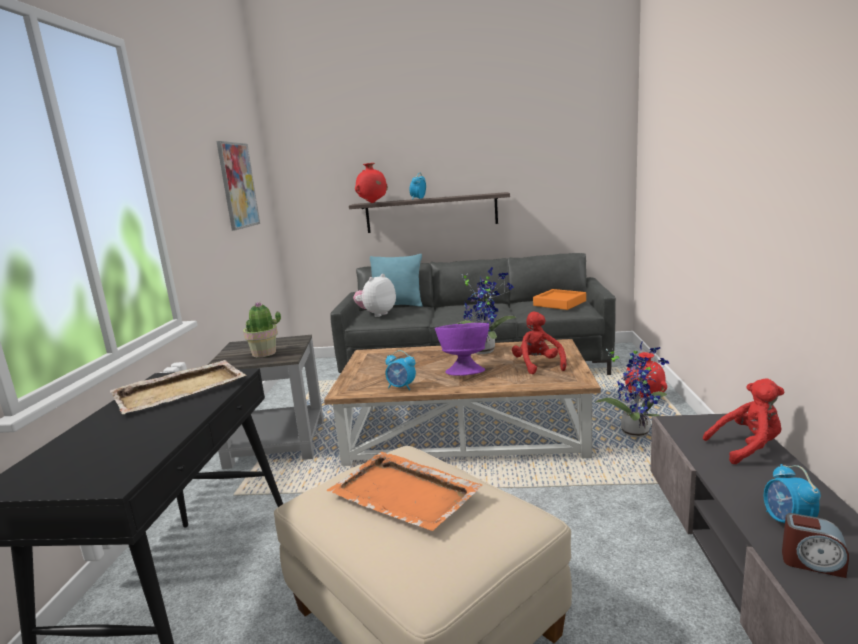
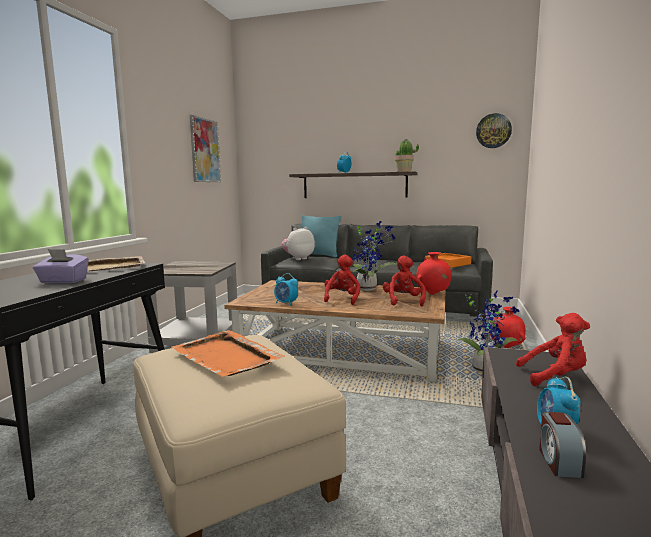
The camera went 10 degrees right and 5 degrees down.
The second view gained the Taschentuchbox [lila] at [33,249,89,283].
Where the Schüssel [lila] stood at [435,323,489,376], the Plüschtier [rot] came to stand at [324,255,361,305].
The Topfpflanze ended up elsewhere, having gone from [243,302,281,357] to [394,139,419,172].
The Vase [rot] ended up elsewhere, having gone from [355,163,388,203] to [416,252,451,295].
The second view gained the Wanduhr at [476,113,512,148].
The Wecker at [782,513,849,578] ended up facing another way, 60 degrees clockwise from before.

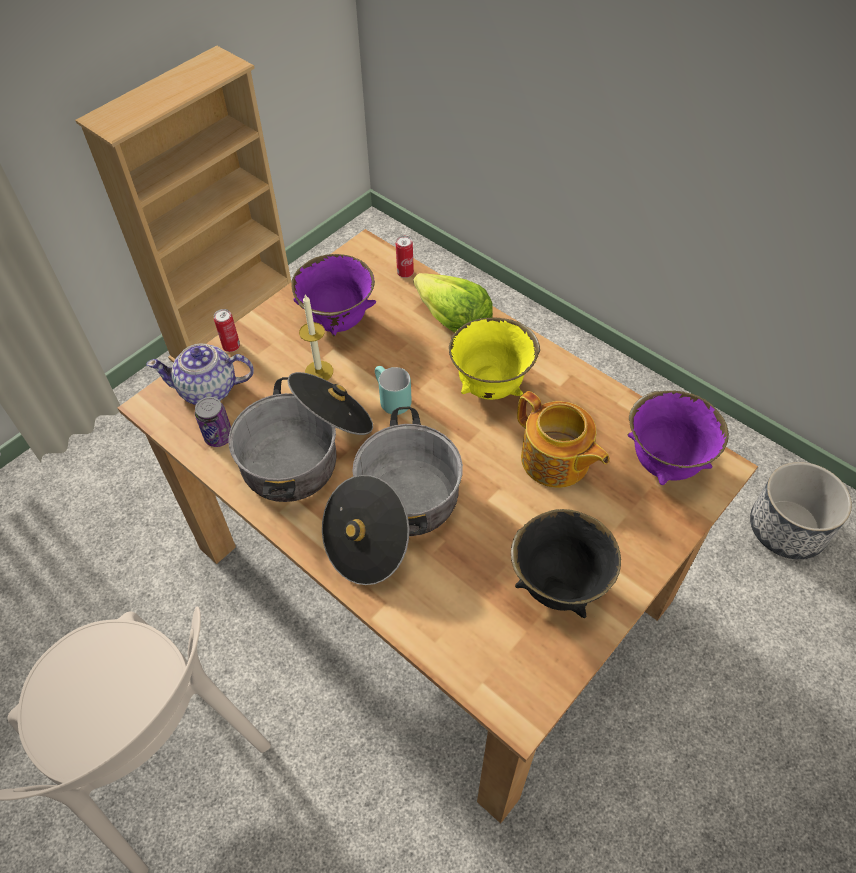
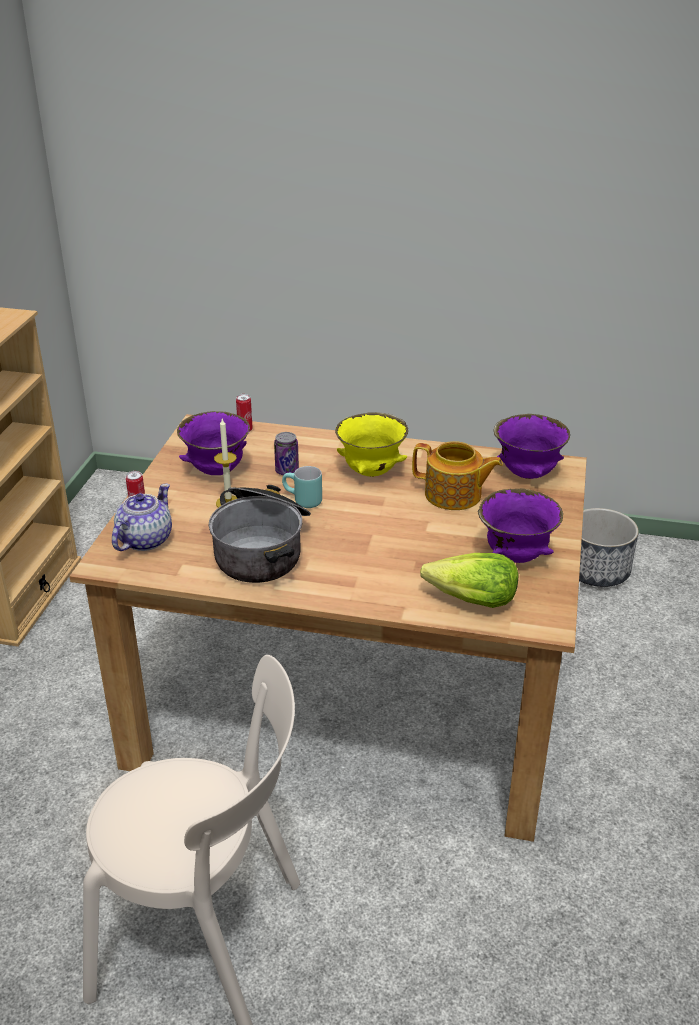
The camera went 30 degrees left and 20 degrees down.
The Teekanne at [146,343,254,405] ended up facing another way, 150 degrees clockwise from before.
The Dose ended up elsewhere, having gone from [195,397,231,447] to [274,432,299,475].
The Salatkopf ended up elsewhere, having gone from [413,273,493,333] to [420,553,518,608].
What was the Schüssel [schwarz] at [511,509,621,618] turned into the Schüssel [lila] at [478,489,563,563].
The second view lost the Kochtopf at [322,407,463,585].

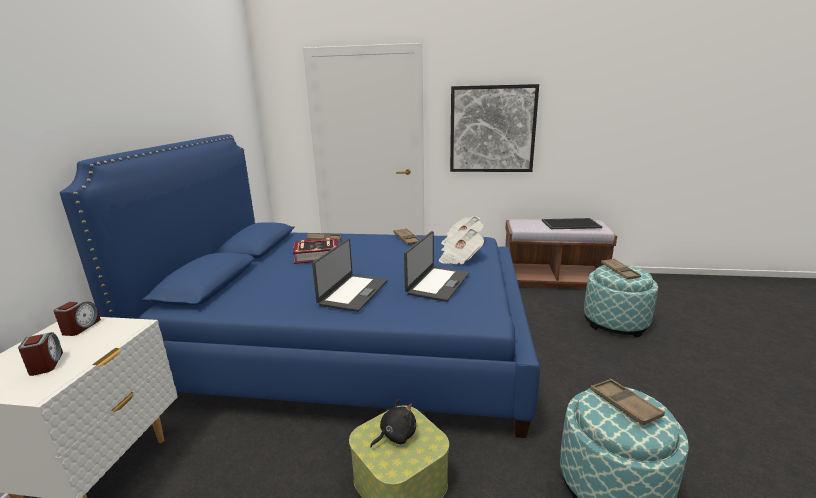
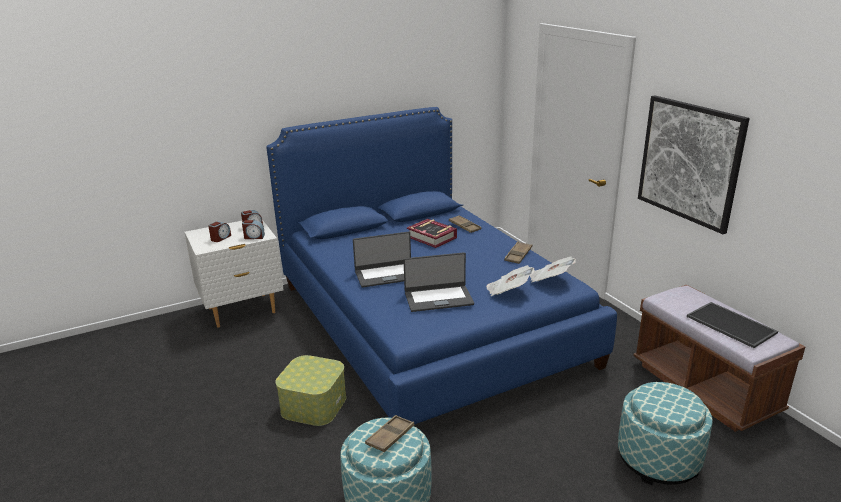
The camera went 55 degrees right and 5 degrees up.
The second view gained the Wecker at [242,220,265,239].
The second view lost the Plüschtier [schwarz] at [370,399,416,448].
The second view lost the Tablett [braun] at [601,259,641,279].

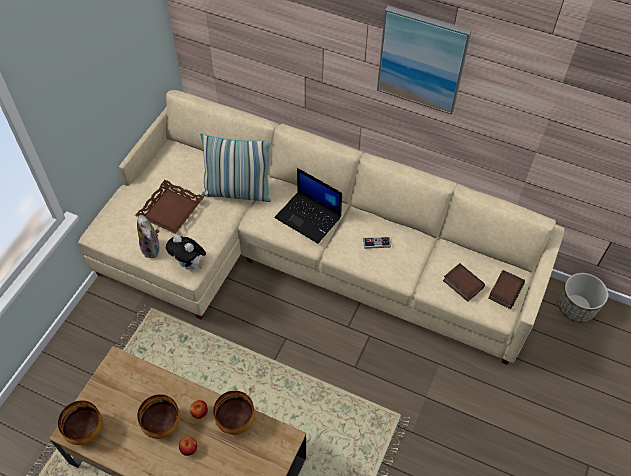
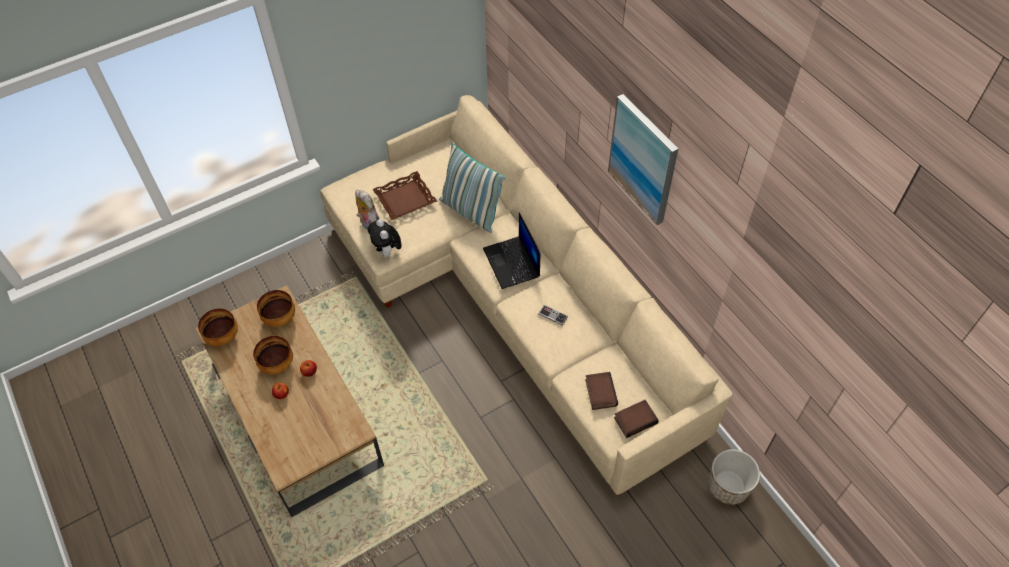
The camera went 35 degrees right and 0 degrees up.
The Schüssel ended up elsewhere, having gone from [213,391,255,435] to [257,290,295,327].
The Plüschtier at [137,215,160,258] ended up facing another way, 135 degrees clockwise from before.

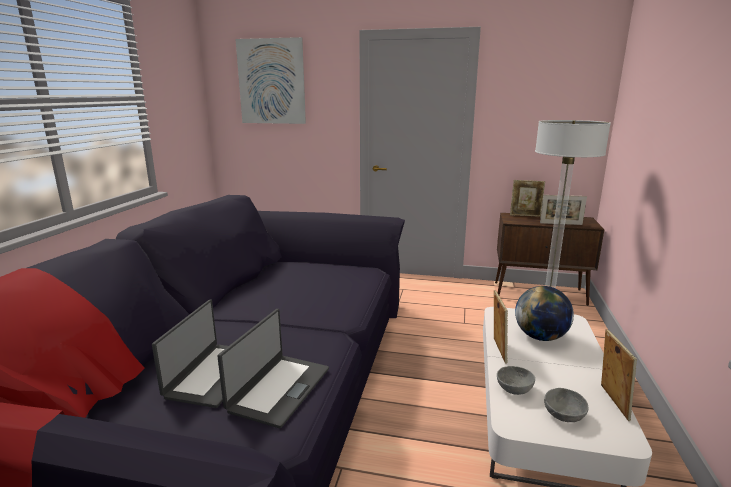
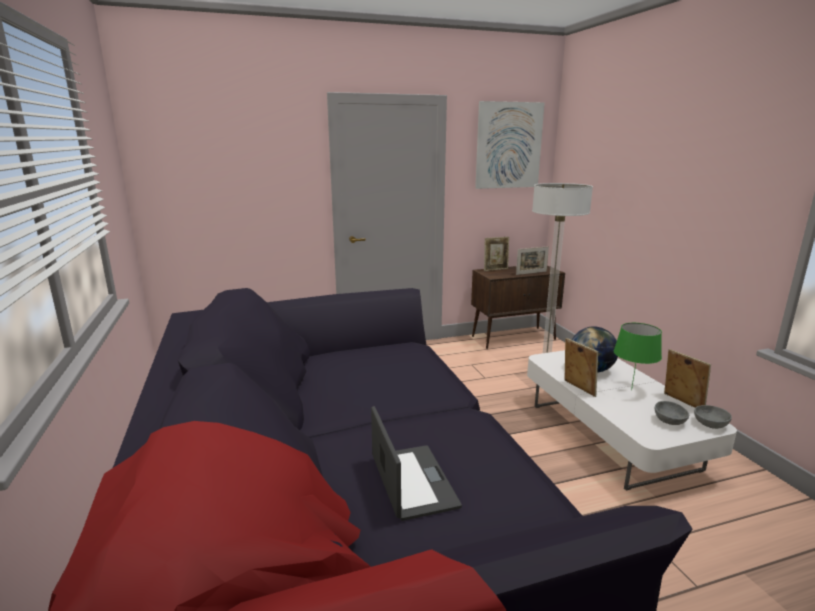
The camera went 30 degrees left and 0 degrees up.
The Bild ended up elsewhere, having gone from [235,37,306,124] to [475,101,545,189].
The second view gained the Tischlampe [grün] at [614,323,662,390].
The Schüssel [grau] ended up elsewhere, having gone from [497,366,535,395] to [694,405,732,429].
The second view lost the Laptop at [217,309,329,429].

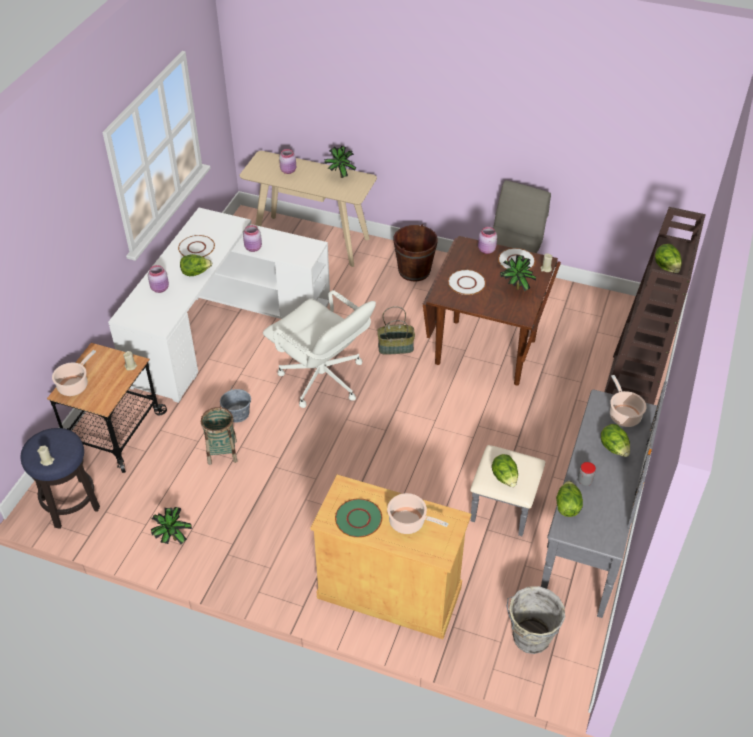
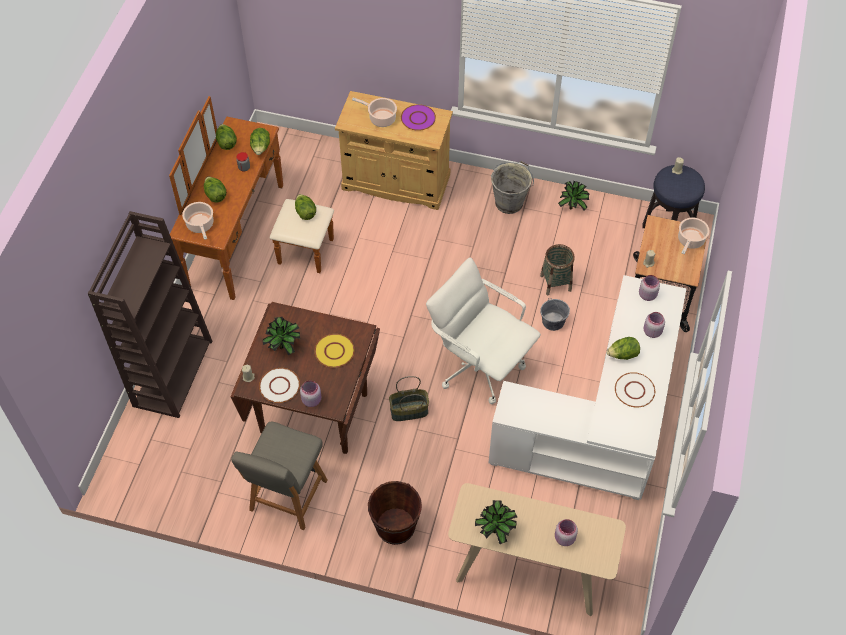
The camera went 175 degrees right and 10 degrees up.
What was the Kommode [grau] at [470,381,667,618] turned into the Kommode [braun] at [169,96,334,300].
The Salatkopf ended up elsewhere, having gone from [655,244,682,273] to [216,124,237,150].
What was the Teller [weiß] at [448,269,486,295] turned into the Teller [gelb] at [315,334,355,368].
What was the Teller [grün] at [335,498,382,538] turned into the Teller [lila] at [401,104,436,131].
The Eimer [grau] ended up elsewhere, having gone from [506,586,565,654] to [491,161,534,214].
The Vorratsglas [rosa] ended up elsewhere, having gone from [243,225,262,252] to [639,275,660,301].

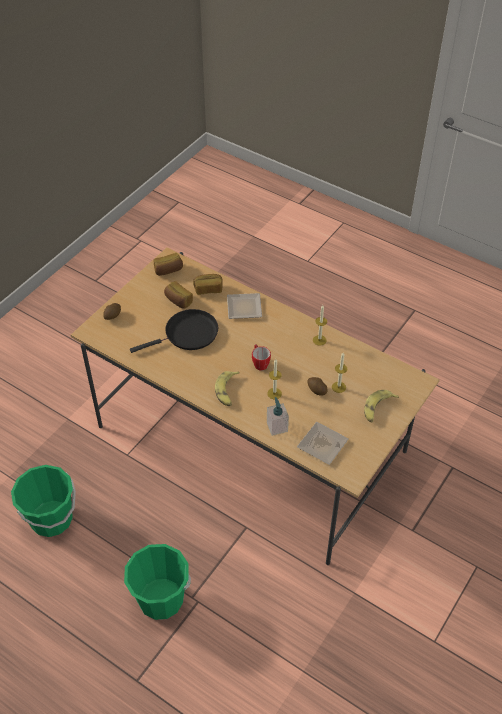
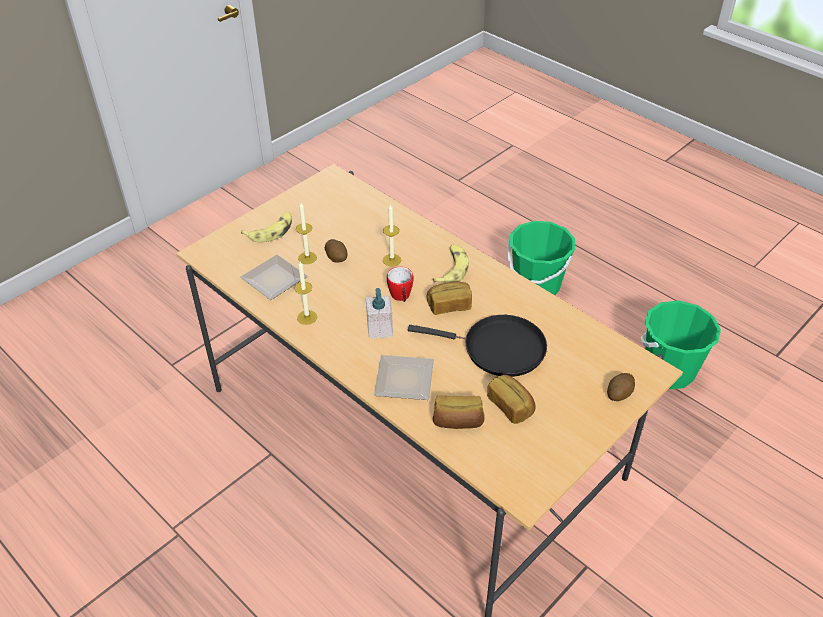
The camera went 170 degrees left and 5 degrees down.
The Teller ended up elsewhere, having gone from [297,422,349,465] to [240,254,308,300].
The Seifenspender ended up elsewhere, having gone from [267,397,289,436] to [366,288,393,339].
The Pfanne [schwarz] at [130,309,218,353] ended up facing another way, 150 degrees counterclockwise from before.
The Brot ended up elsewhere, having gone from [153,253,183,276] to [426,282,472,315].

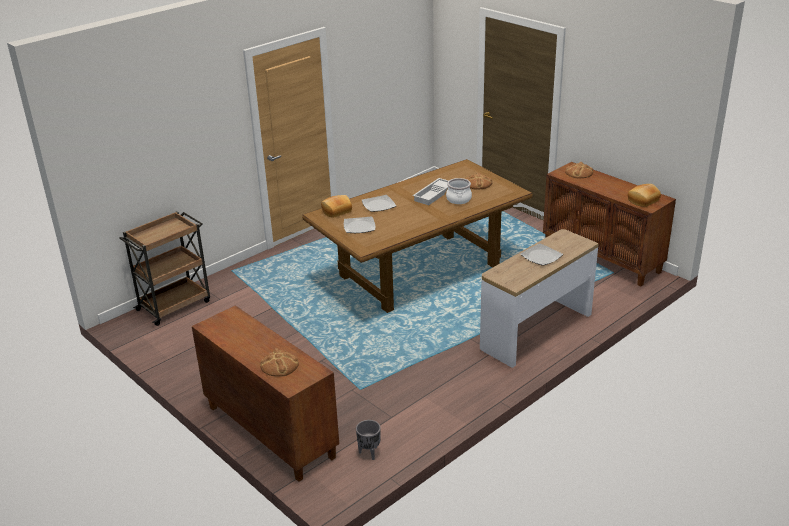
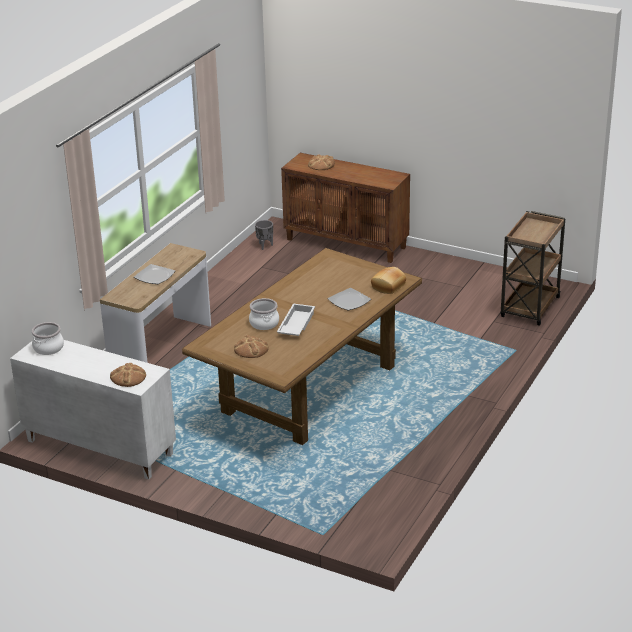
The camera went 160 degrees right and 0 degrees up.
What was the Schrank [braun] at [543,162,676,286] turned into the Schrank [weiß] at [10,340,176,480].
Where the Brot stood at [628,184,661,207], the Kochtopf came to stand at [32,322,64,355].
The second view lost the Teller at [344,216,376,233].

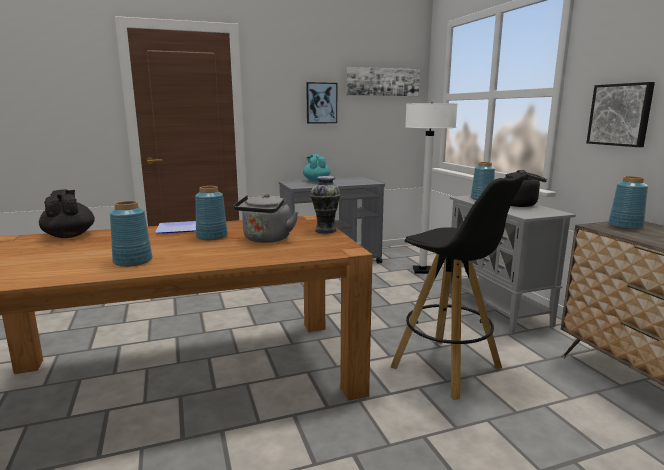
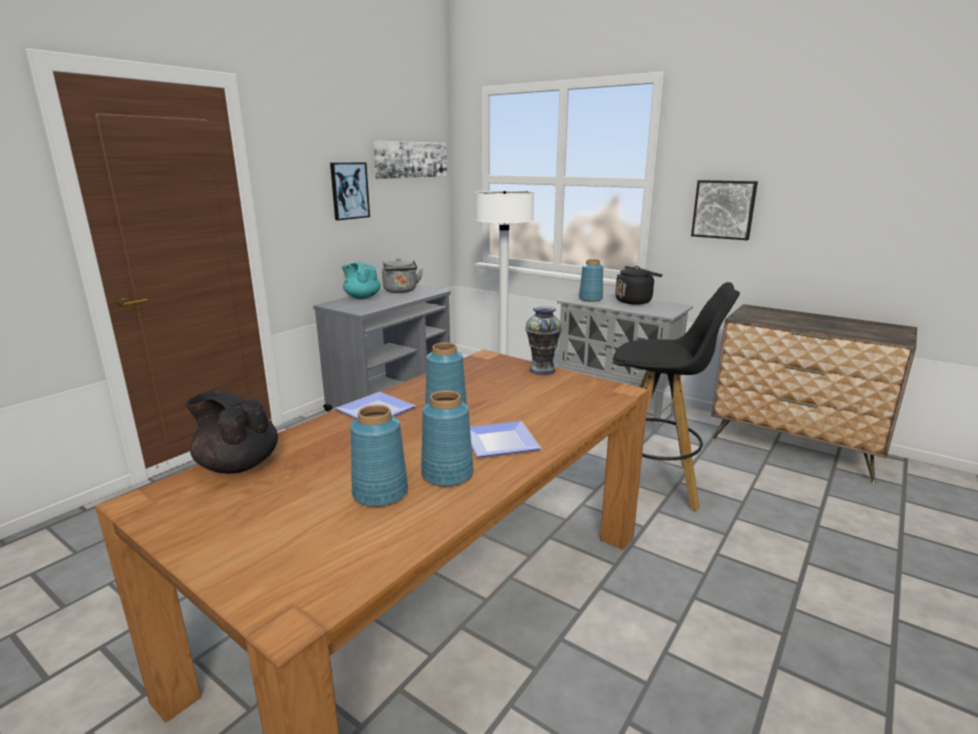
The camera went 35 degrees left and 5 degrees up.
The Vase [blau] ended up elsewhere, having gone from [608,176,648,230] to [350,405,408,507].
The Wasserkessel [grau] ended up elsewhere, having gone from [234,193,298,243] to [382,258,423,293].
The second view gained the Teller at [470,421,541,457].

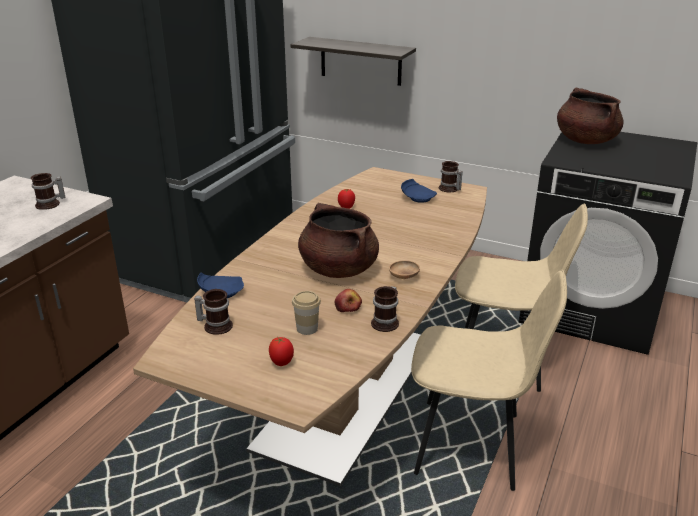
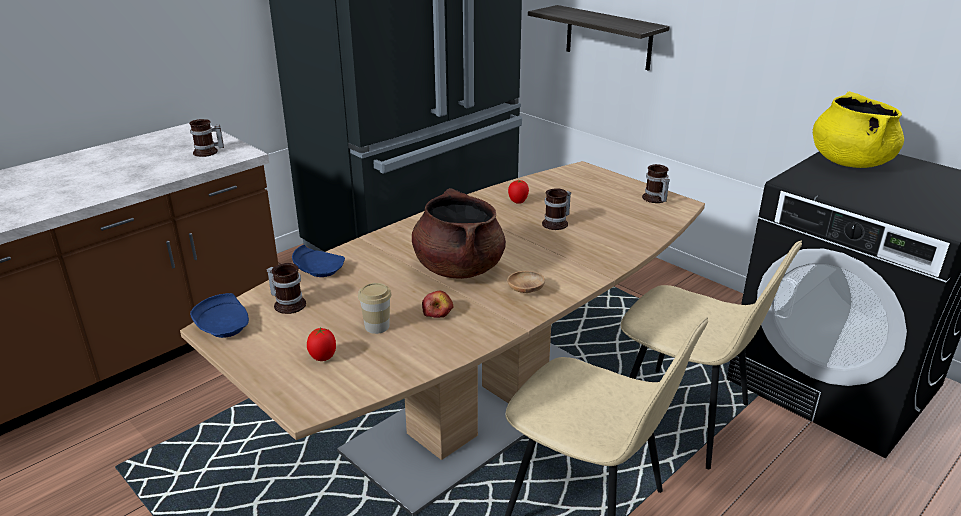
The camera went 20 degrees right and 0 degrees up.
The Teller [blau] ended up elsewhere, having gone from [401,179,437,203] to [190,293,249,338].
The Henkelbecher ended up elsewhere, having gone from [371,286,399,332] to [542,188,571,230].
What was the Kochtopf [braun] at [557,87,624,144] turned into the Kochtopf [gelb] at [813,91,904,168].

